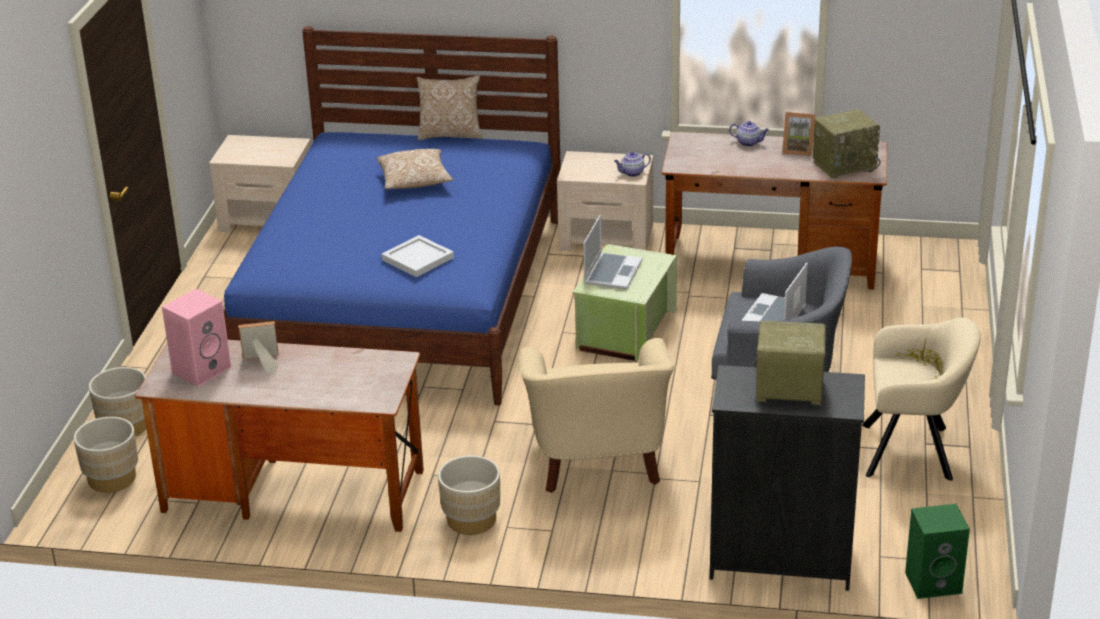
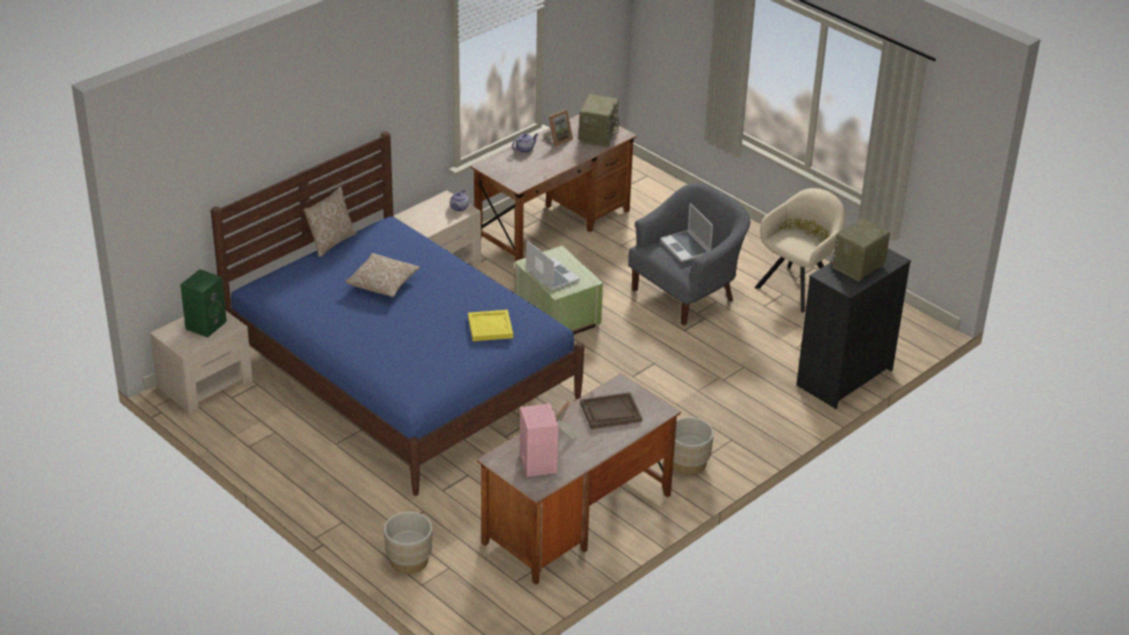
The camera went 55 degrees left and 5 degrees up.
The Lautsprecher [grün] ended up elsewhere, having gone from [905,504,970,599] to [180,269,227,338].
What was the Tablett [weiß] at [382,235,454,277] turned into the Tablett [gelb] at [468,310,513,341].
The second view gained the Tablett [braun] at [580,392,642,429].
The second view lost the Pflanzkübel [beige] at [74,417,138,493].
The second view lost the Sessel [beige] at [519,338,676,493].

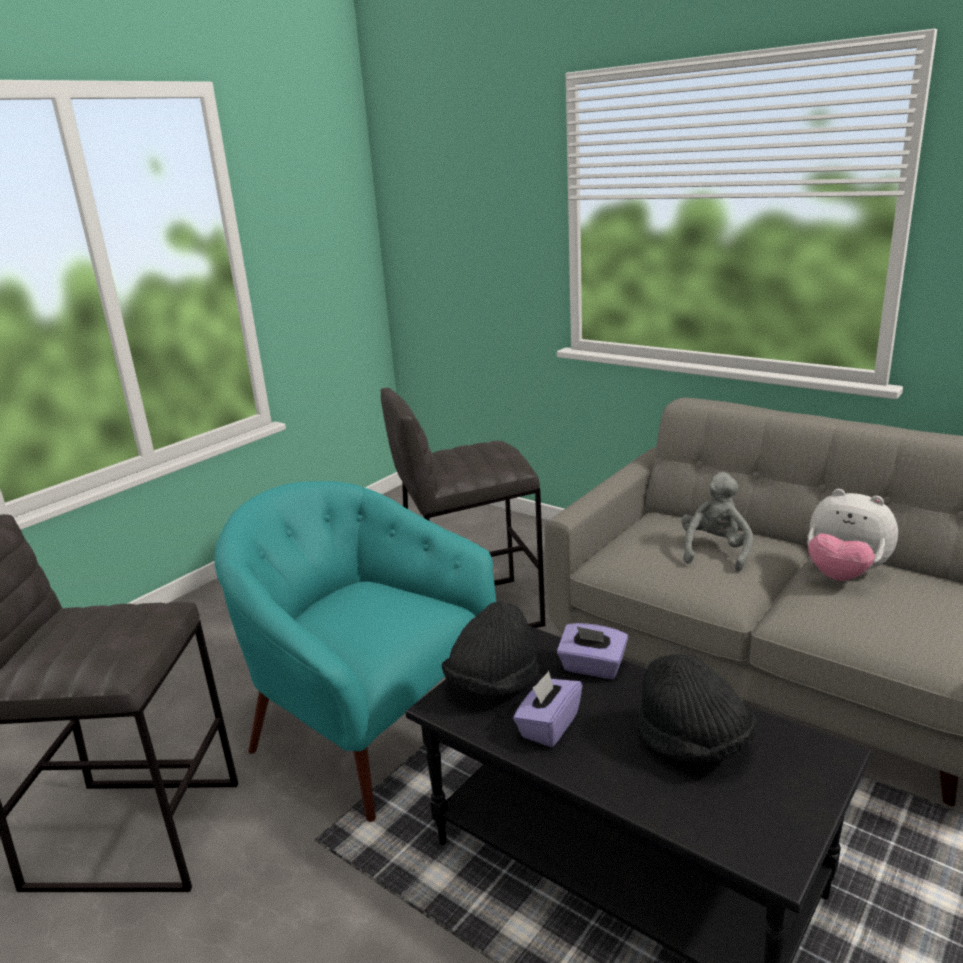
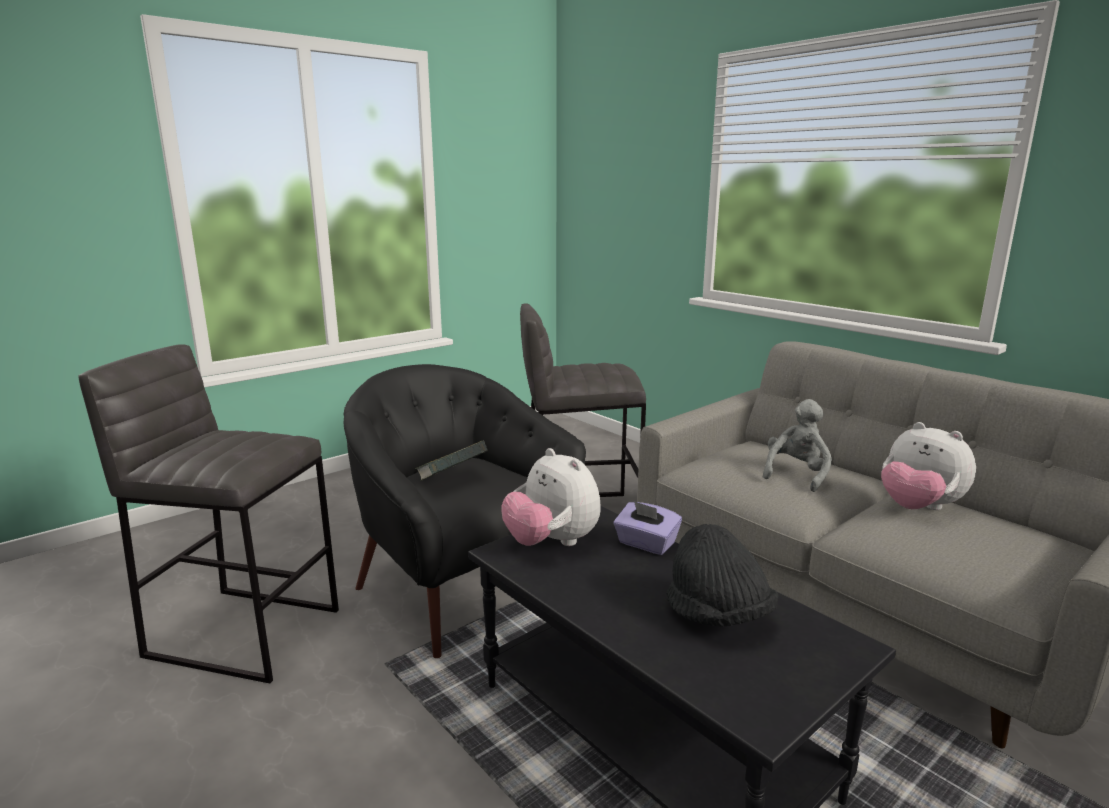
The camera went 10 degrees right and 5 degrees down.
What was the Sessel [türkis] at [215,481,496,822] turned into the Sessel [schwarz] at [343,364,586,658].
The second view gained the Buch at [415,440,488,481].
Where the Hut [schwarz] stood at [442,602,539,696], the Plüschtier came to stand at [502,448,601,546].
The second view lost the Taschentuchbox [lila] at [513,671,582,747].

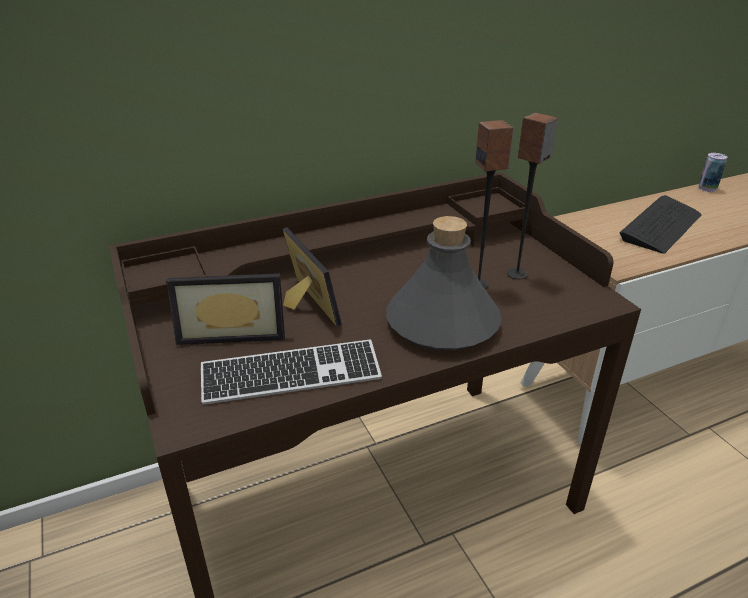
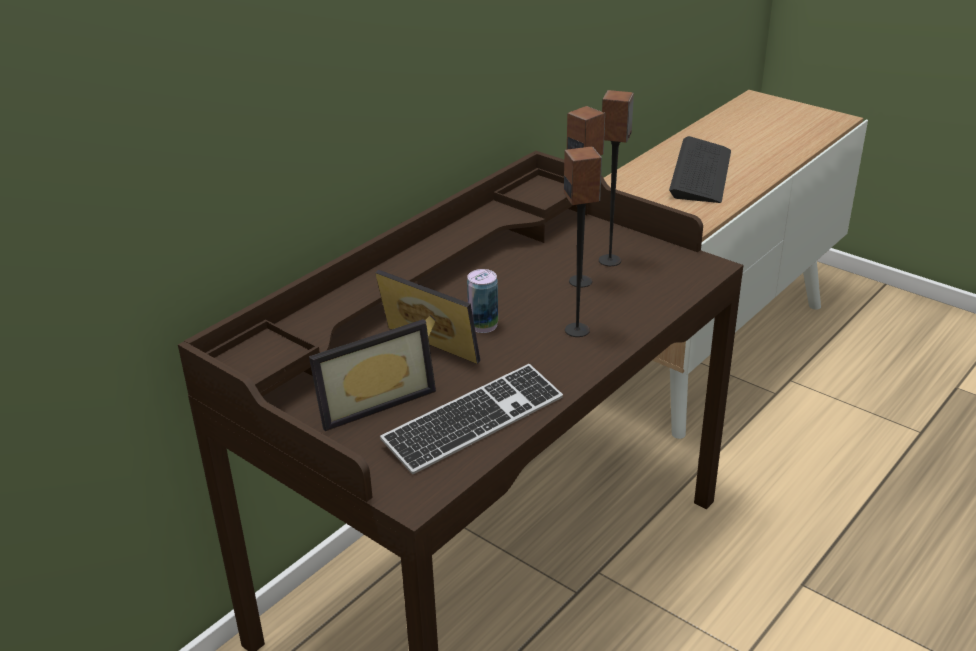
The camera went 25 degrees left and 0 degrees up.
The Dose ended up elsewhere, having gone from [698,153,727,192] to [467,269,498,333].
Where the Flasche [grau] stood at [386,216,502,351], the Lautsprecher came to stand at [564,147,602,337].

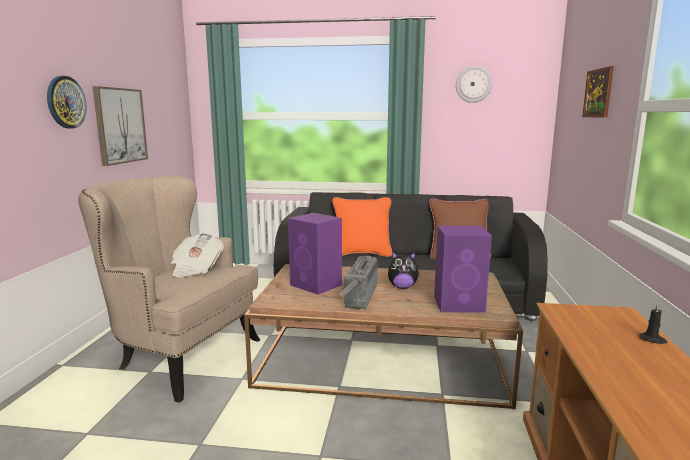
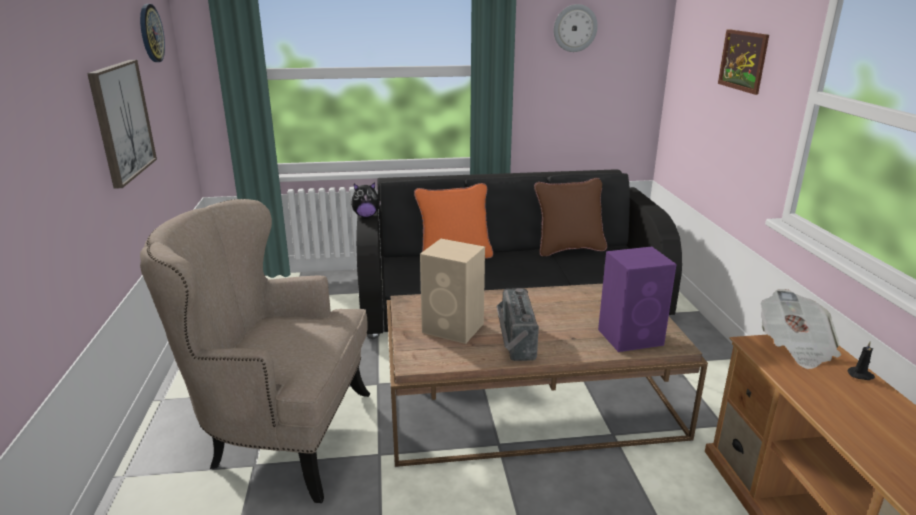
The camera went 15 degrees left and 10 degrees up.
The Wanduhr ended up elsewhere, having gone from [47,76,87,129] to [140,4,165,62].
The Plüschtier ended up elsewhere, having gone from [388,251,420,289] to [351,182,381,217].
What was the Lautsprecher [lila] at [288,213,342,295] turned into the Lautsprecher [beige] at [420,239,485,344].
The Zeitung ended up elsewhere, having gone from [171,233,224,277] to [761,289,841,369].

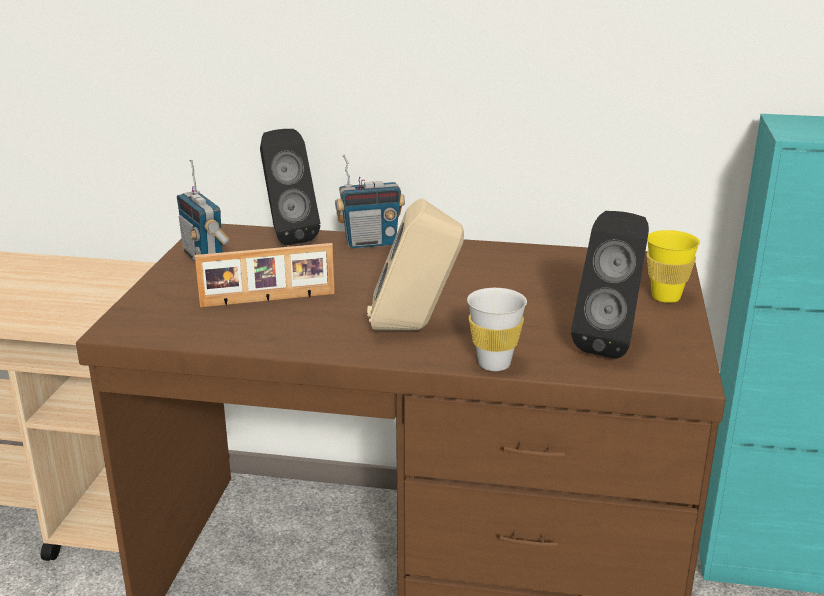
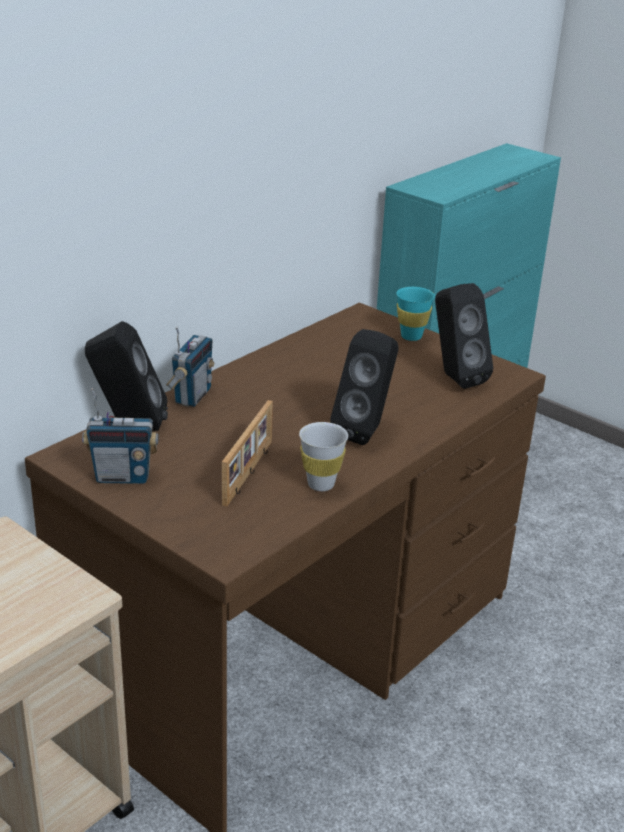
The camera went 60 degrees left and 5 degrees up.
The Tasse [weiß] ended up elsewhere, having gone from [467,288,527,371] to [299,422,348,491].
What was the Lautsprecher [beige] at [367,198,464,330] turned into the Lautsprecher [schwarz] at [330,329,399,445].
What was the Tasse [gelb] at [647,230,700,303] turned into the Tasse [türkis] at [396,287,435,341].

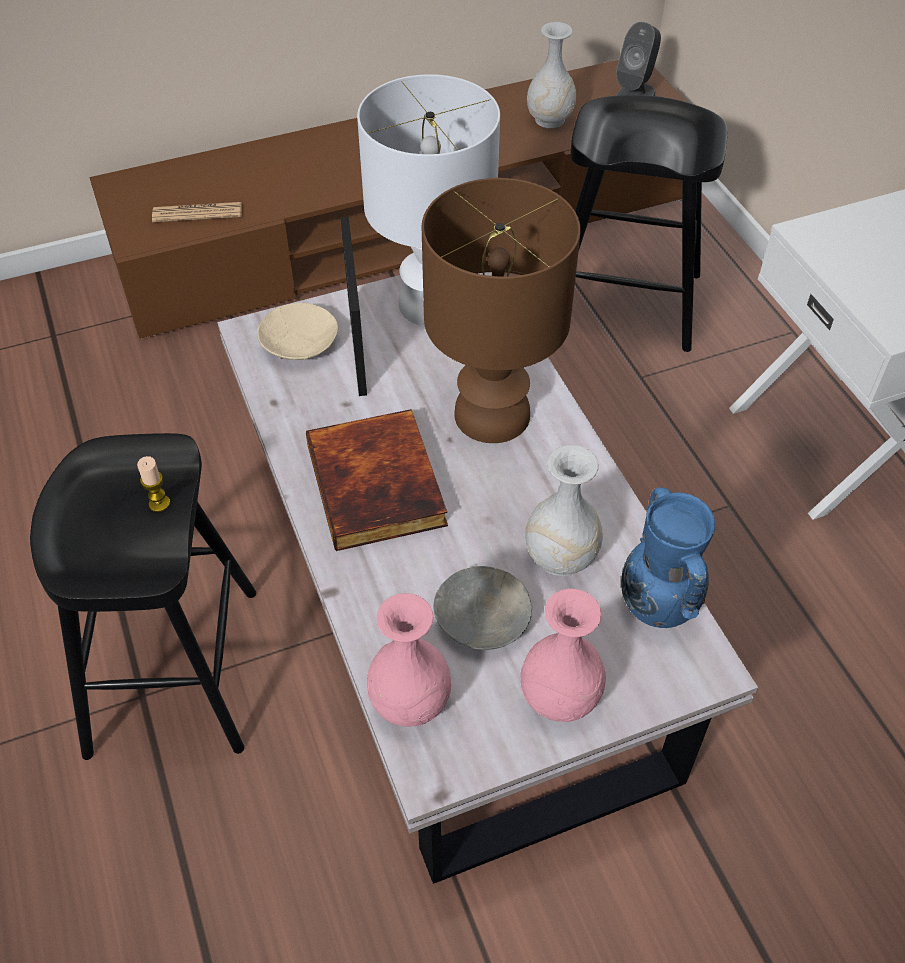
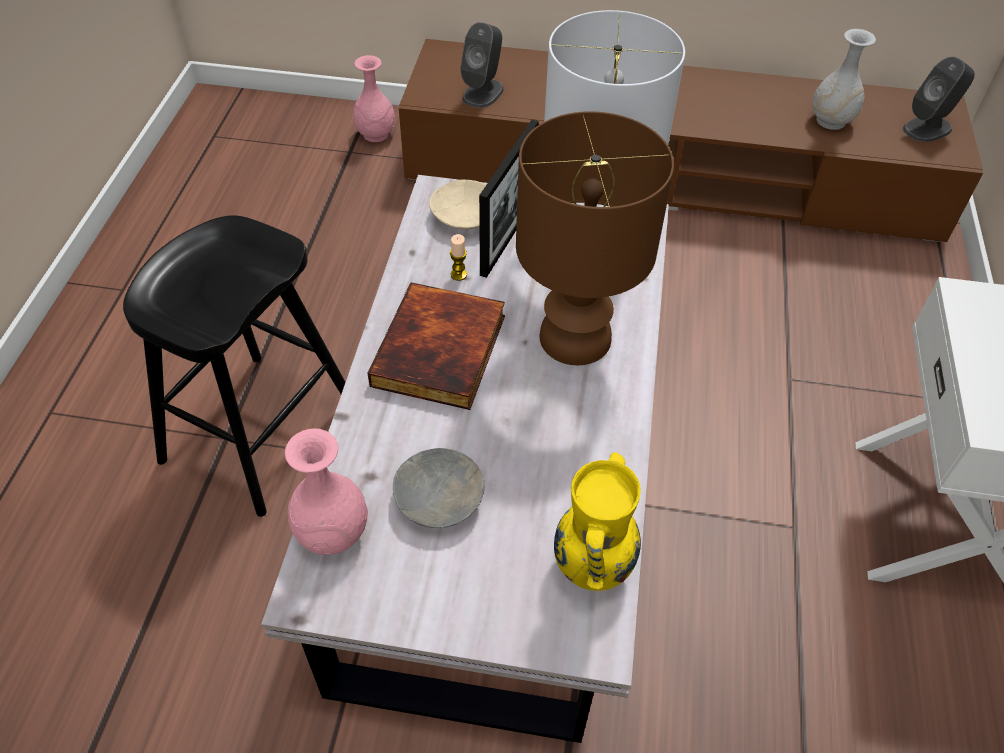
The camera went 30 degrees right and 0 degrees up.
The Vase [rosa] ended up elsewhere, having gone from [520,589,606,722] to [353,55,395,142].
The Kerze ended up elsewhere, having gone from [137,456,170,512] to [450,234,467,281].
Where the Zeitung stood at [152,202,242,222], the Lautsprecher [grau] came to stand at [460,22,504,108].
What was the Vase [blau] at [621,487,716,628] turned into the Vase [gelb] at [554,452,641,591].
The second view lost the Vase [weiß] at [525,445,603,576].
The second view lost the Hocker [schwarz] at [571,95,727,352].

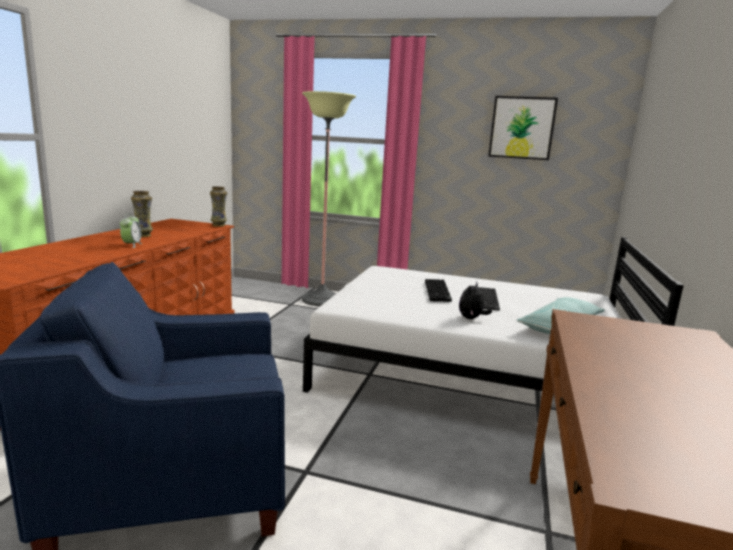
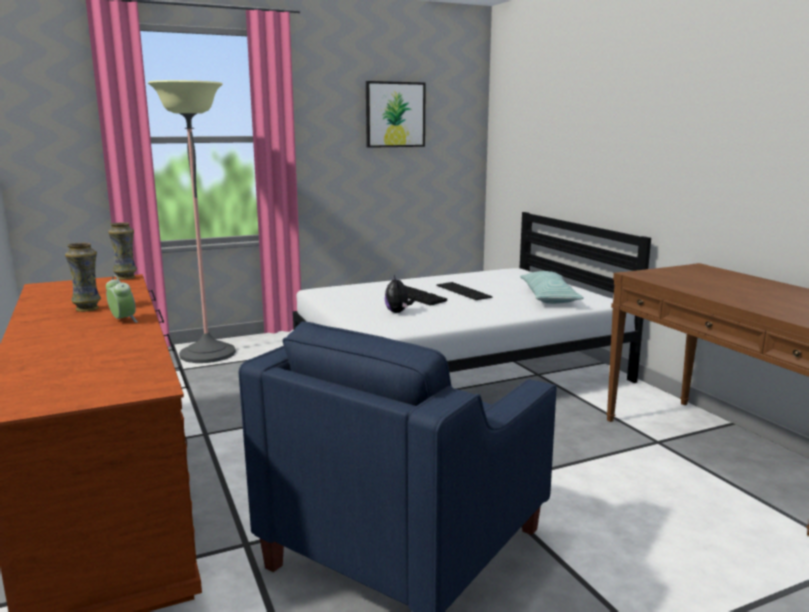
The camera went 40 degrees left and 0 degrees up.
The Plüschtier ended up elsewhere, having gone from [459,282,492,319] to [385,276,414,313].

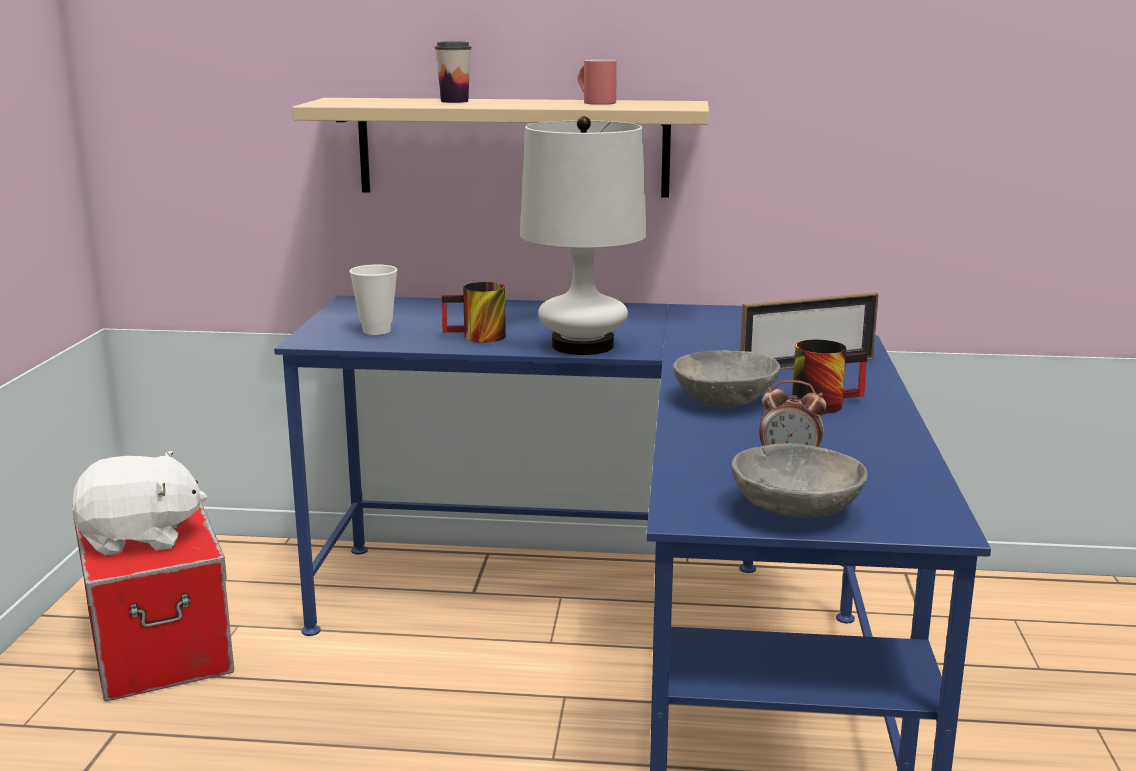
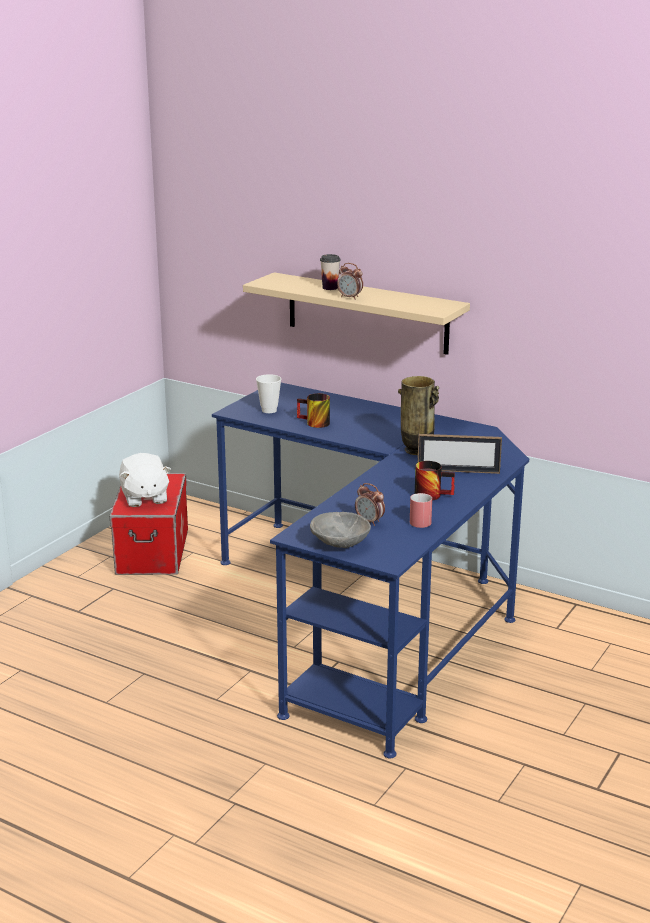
The camera went 25 degrees right and 5 degrees up.
The Plüschtier [weiß] at [72,451,207,555] ended up facing another way, 60 degrees clockwise from before.
The second view gained the Wecker at [337,263,363,300].
The second view gained the Vase at [398,376,439,455].
The Henkelbecher [rot] ended up elsewhere, having gone from [578,59,617,105] to [410,493,432,528].
The second view lost the Tischlampe [weiß] at [520,116,647,355].
The second view lost the Schüssel [grau] at [673,350,780,408].

